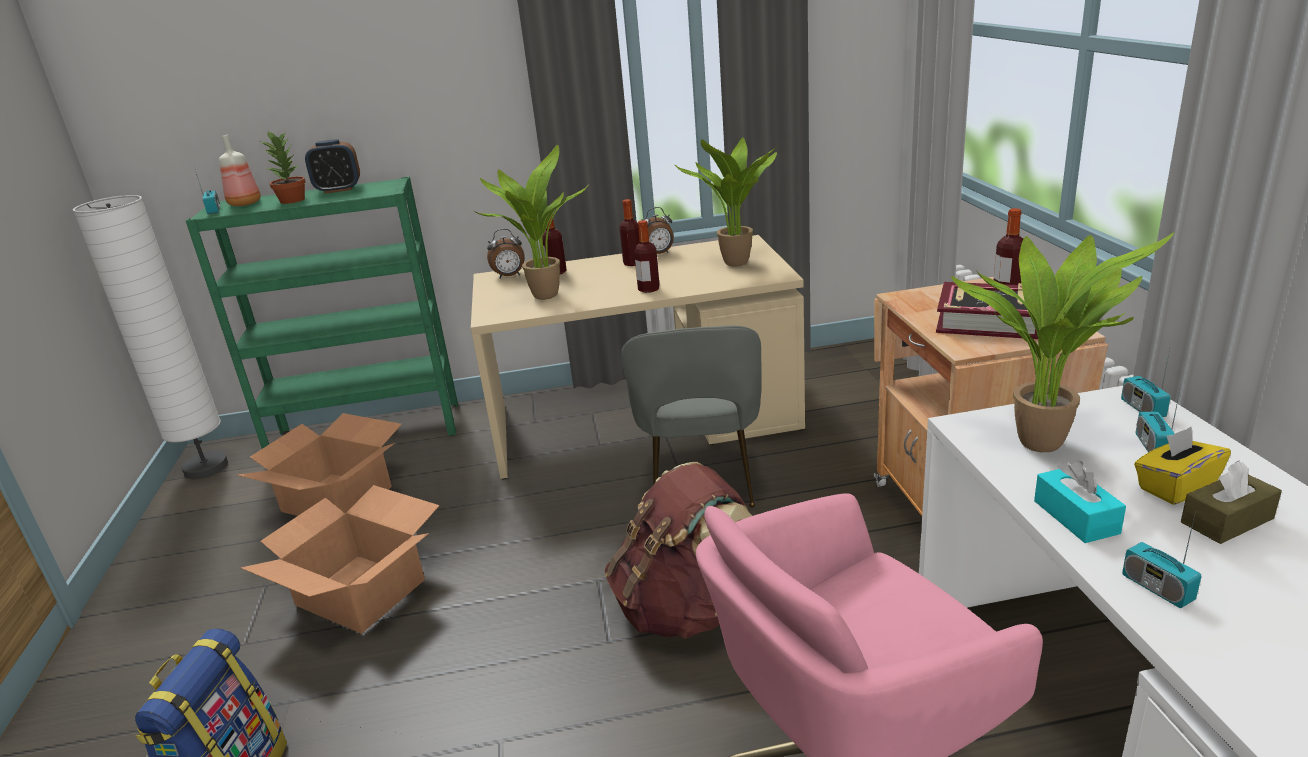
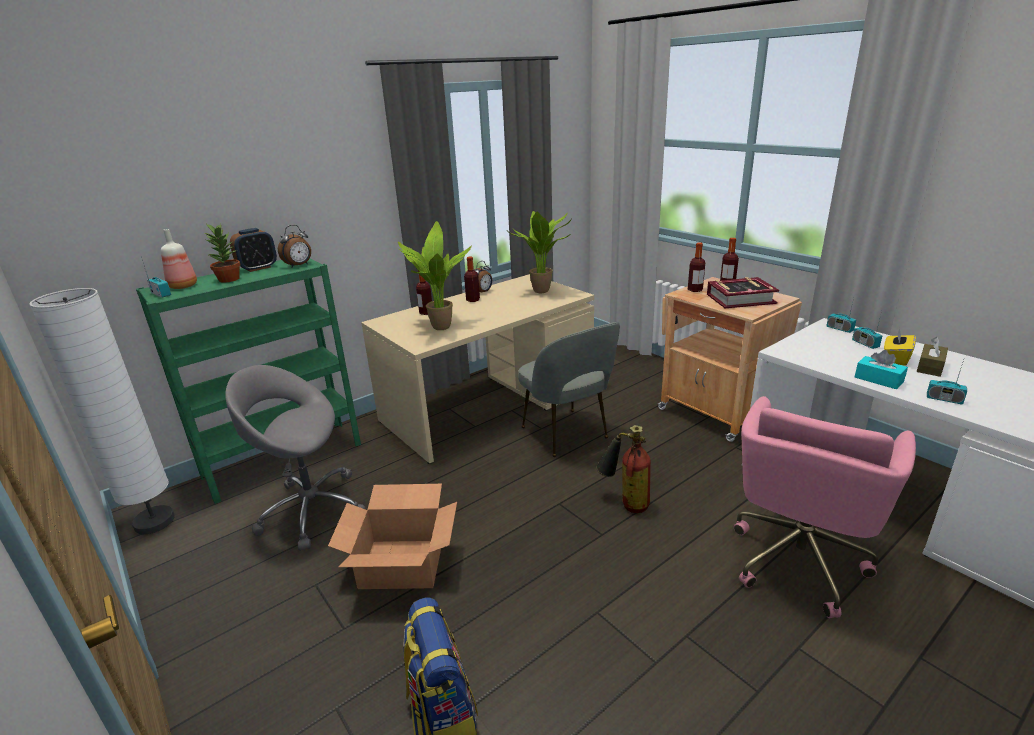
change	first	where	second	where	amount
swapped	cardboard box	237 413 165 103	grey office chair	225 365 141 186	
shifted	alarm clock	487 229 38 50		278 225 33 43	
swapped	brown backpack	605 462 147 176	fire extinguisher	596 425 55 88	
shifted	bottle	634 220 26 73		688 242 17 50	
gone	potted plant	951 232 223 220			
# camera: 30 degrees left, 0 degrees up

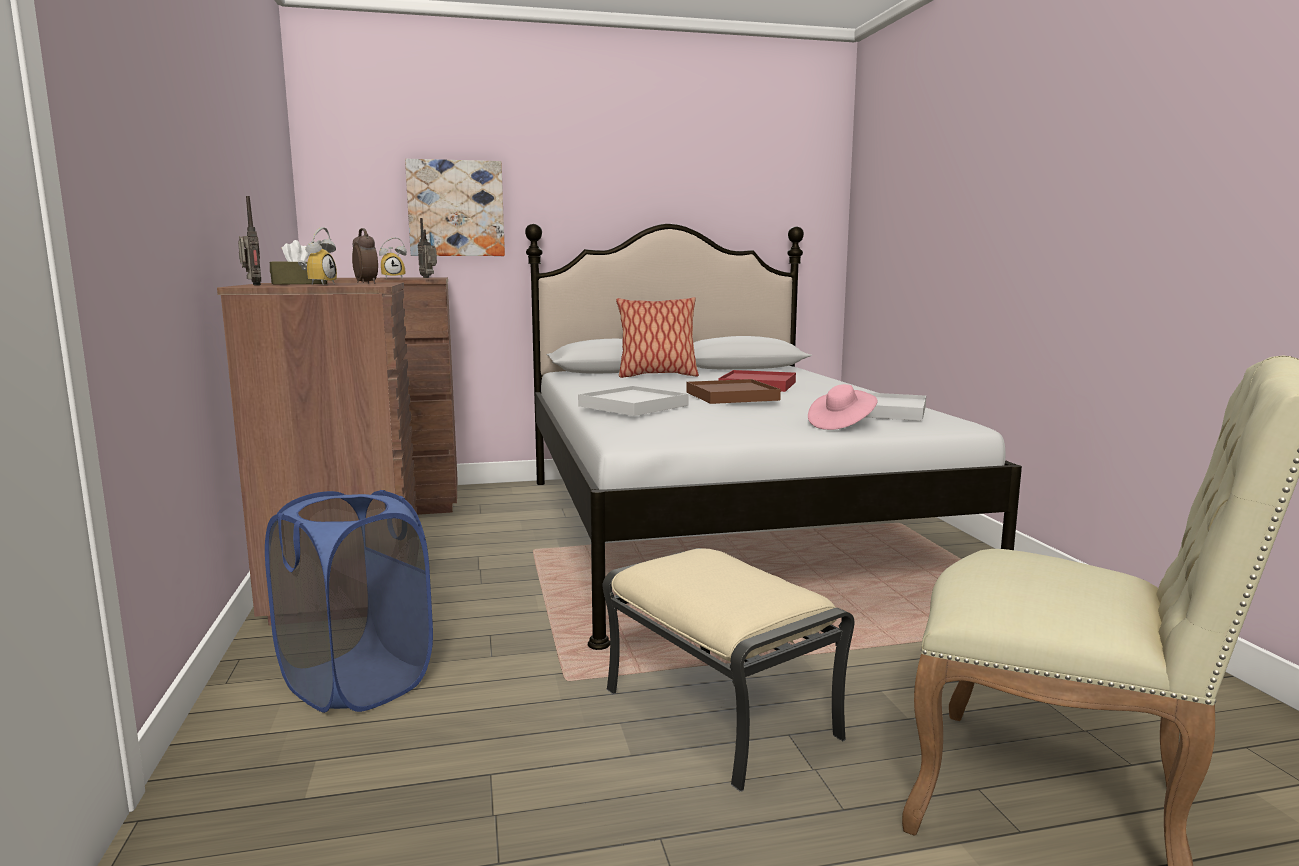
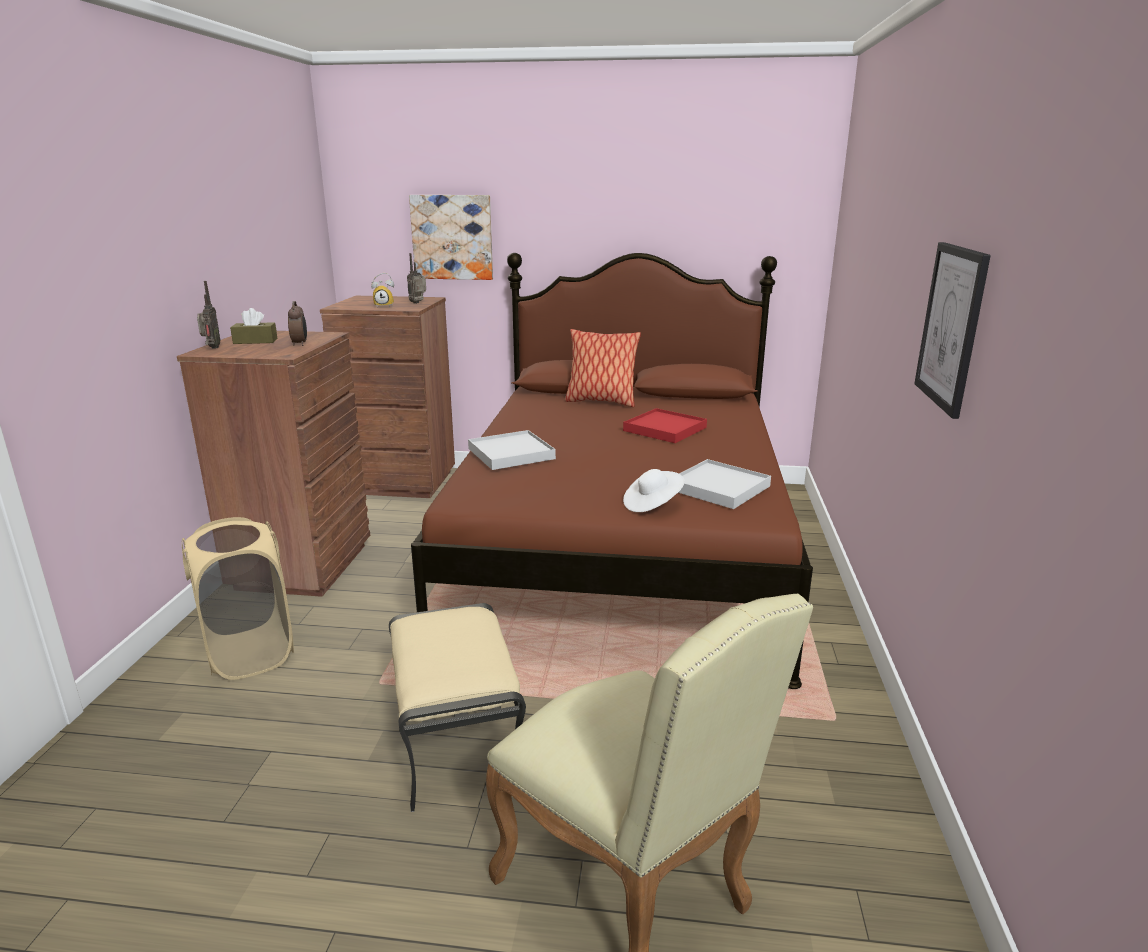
change	first	where	second	where	amount
repainted	blue laundry basket	265 490 168 223	beige laundry basket	182 517 112 163	
gone	alarm clock	298 227 39 58			
repainted	white bed	525 224 497 426	brown bed	411 253 402 436	
gone	brown tray	687 379 94 25			
repainted	pink hat	808 384 70 46	white hat	623 469 62 43	
new			picture	914 242 77 177	
# camera: 20 degrees right, 10 degrees up

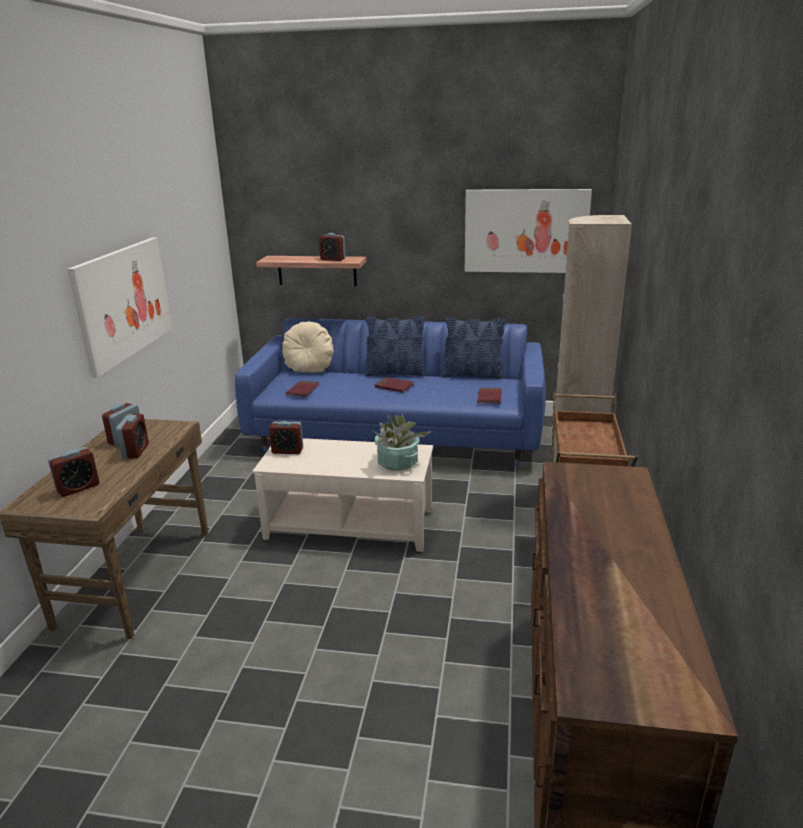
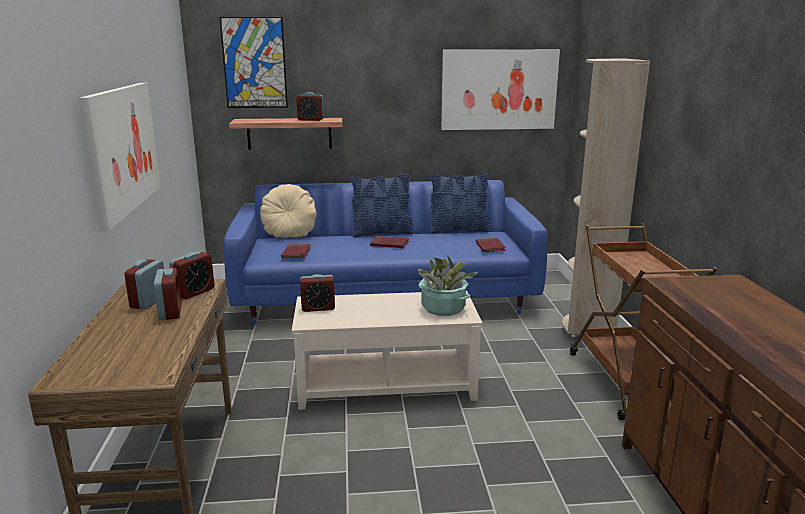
change	first	where	second	where	amount
shifted	alarm clock	48 447 51 50		169 251 46 48	
new			picture	219 17 69 91	
# camera: 15 degrees left, 5 degrees down

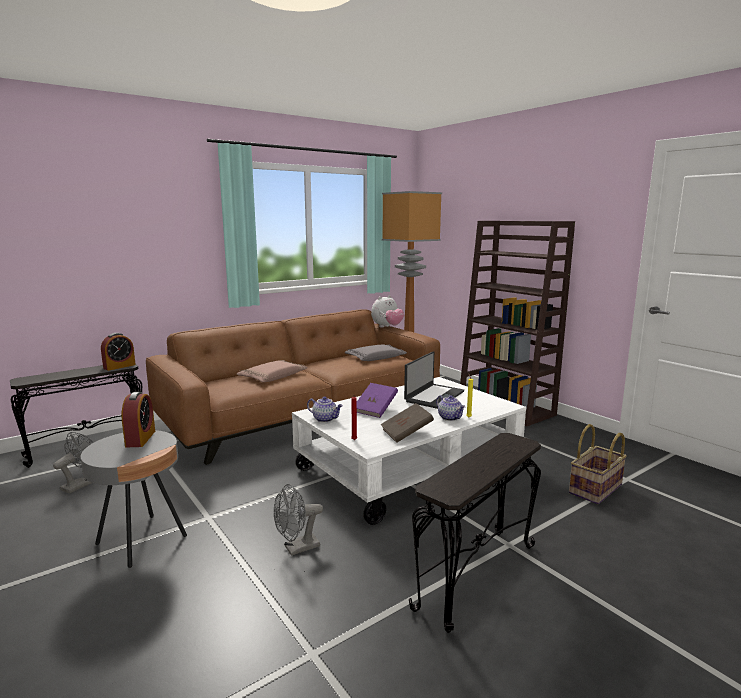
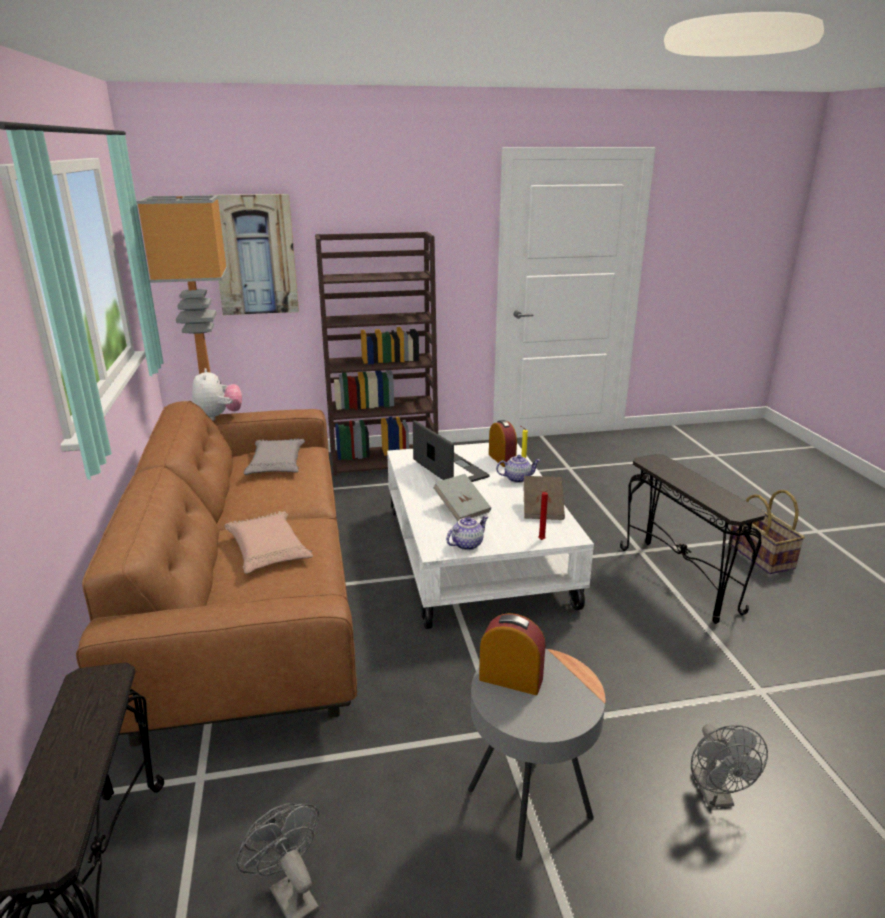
change	first	where	second	where	amount
shifted	alarm clock	101 333 35 38		489 420 28 47	
shifted	grey fan	274 484 49 72		691 724 77 84	
repainted	purple book	357 383 41 35	grey book	433 474 58 47	
shifted	basket	569 424 58 80		728 490 77 84	
new			picture	218 194 81 121	
# camera: 65 degrees left, 10 degrees up

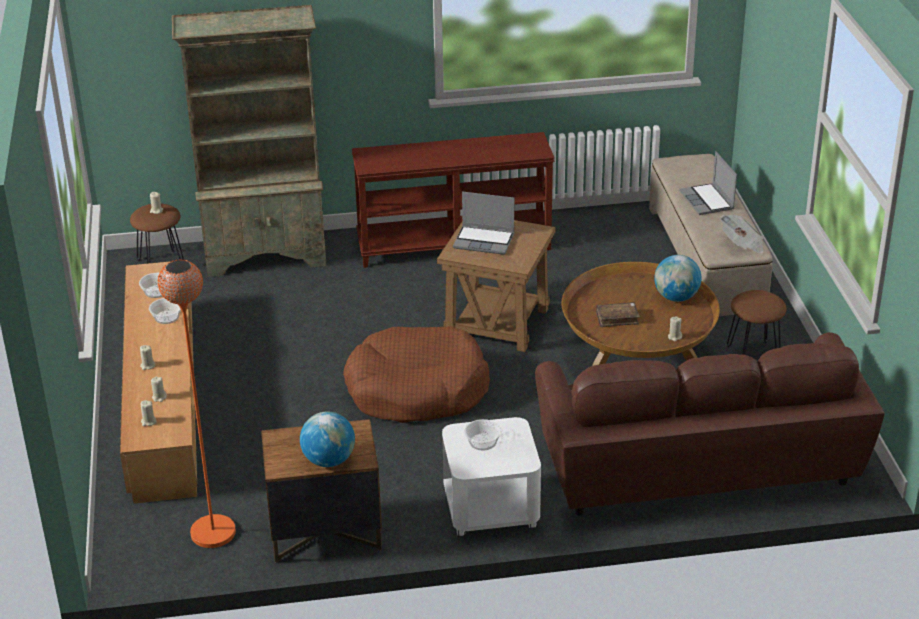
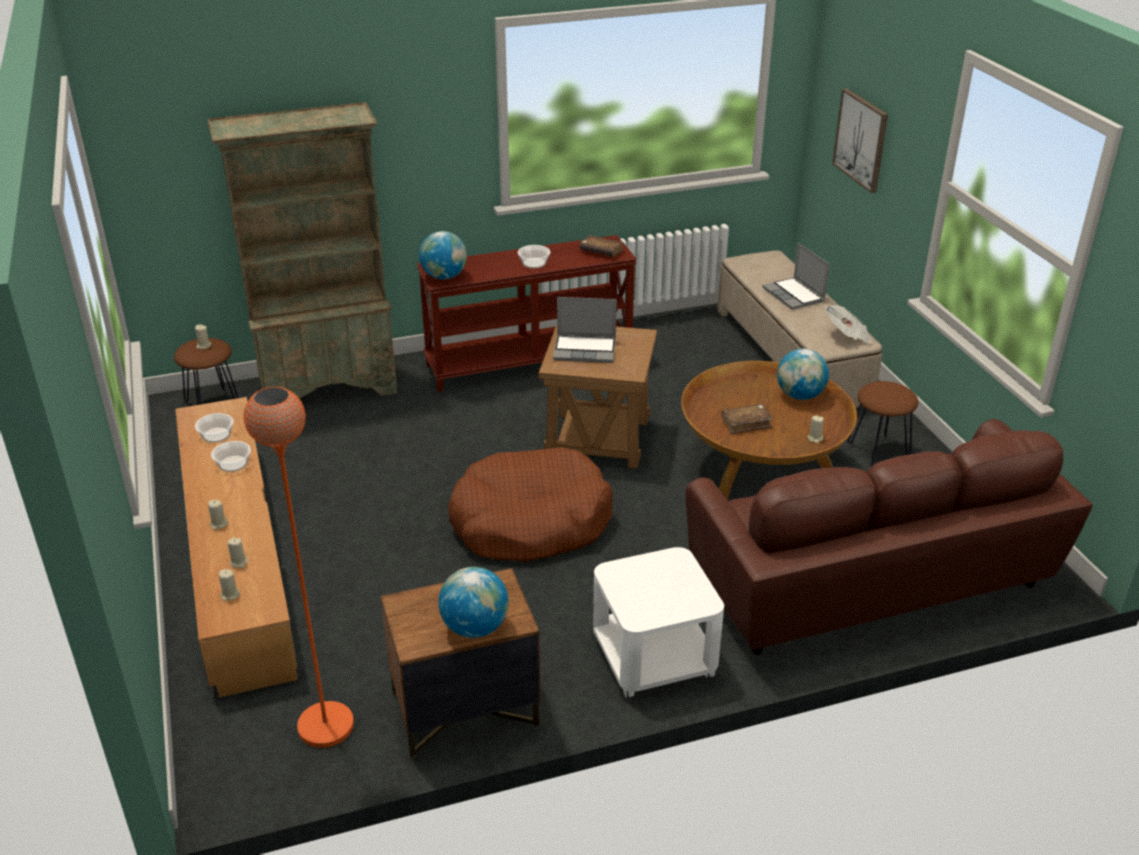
change	first	where	second	where	amount
shifted	bowl	464 419 38 31		518 245 32 24	
new			globe	419 231 48 49	
new			brown book	580 235 44 22	
new			picture	832 88 56 105	
# camera: 10 degrees left, 0 degrees up

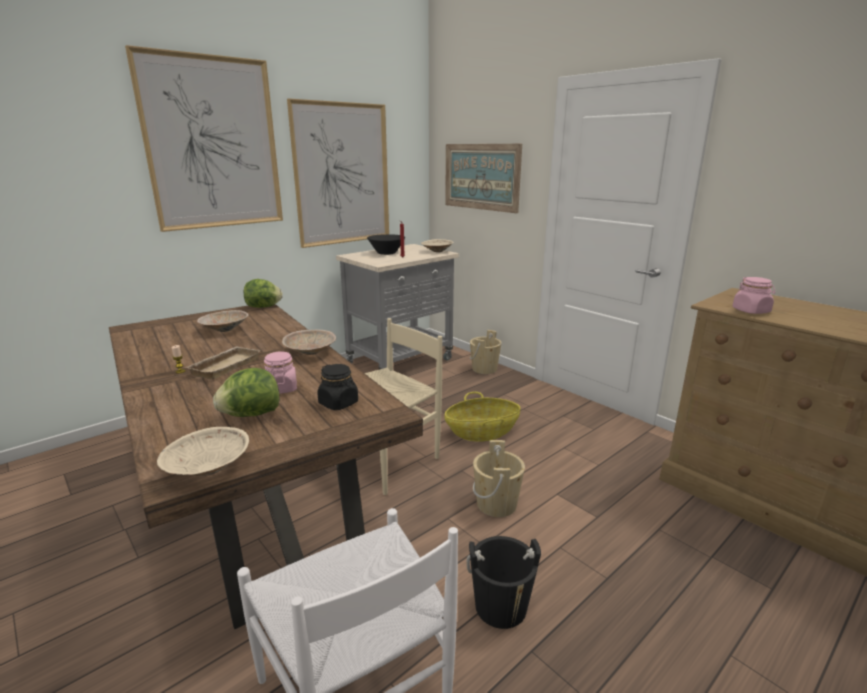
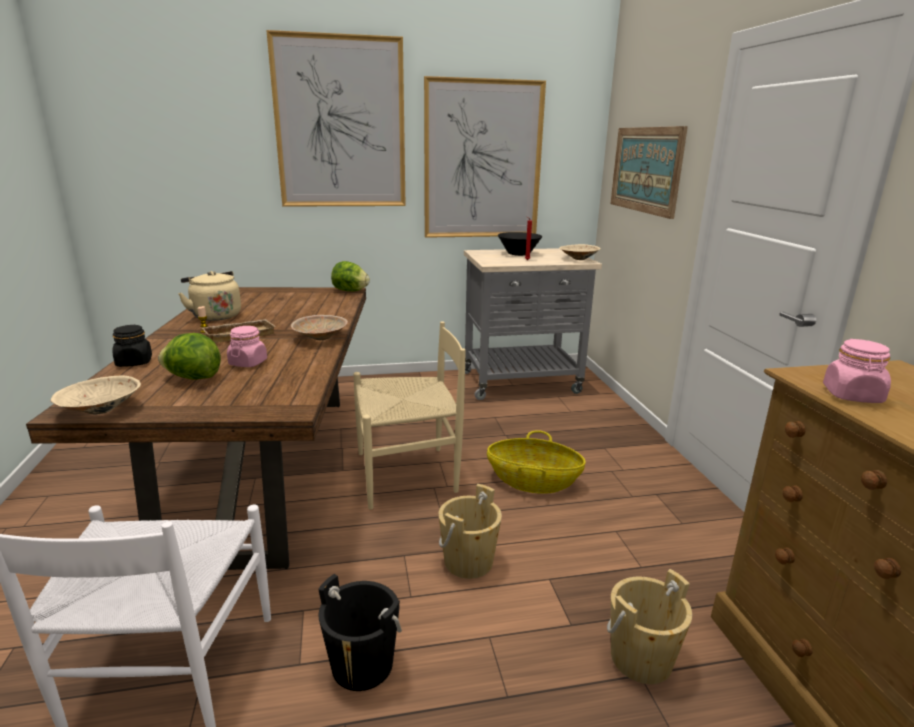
change	first	where	second	where	amount
gone	beige bowl	197 310 52 22			
shifted	black jar	317 364 41 46		113 325 39 42	
shifted	beige bucket	470 330 32 44		607 569 85 115	
new			beige kettle	178 271 63 50	
# camera: 30 degrees right, 0 degrees up

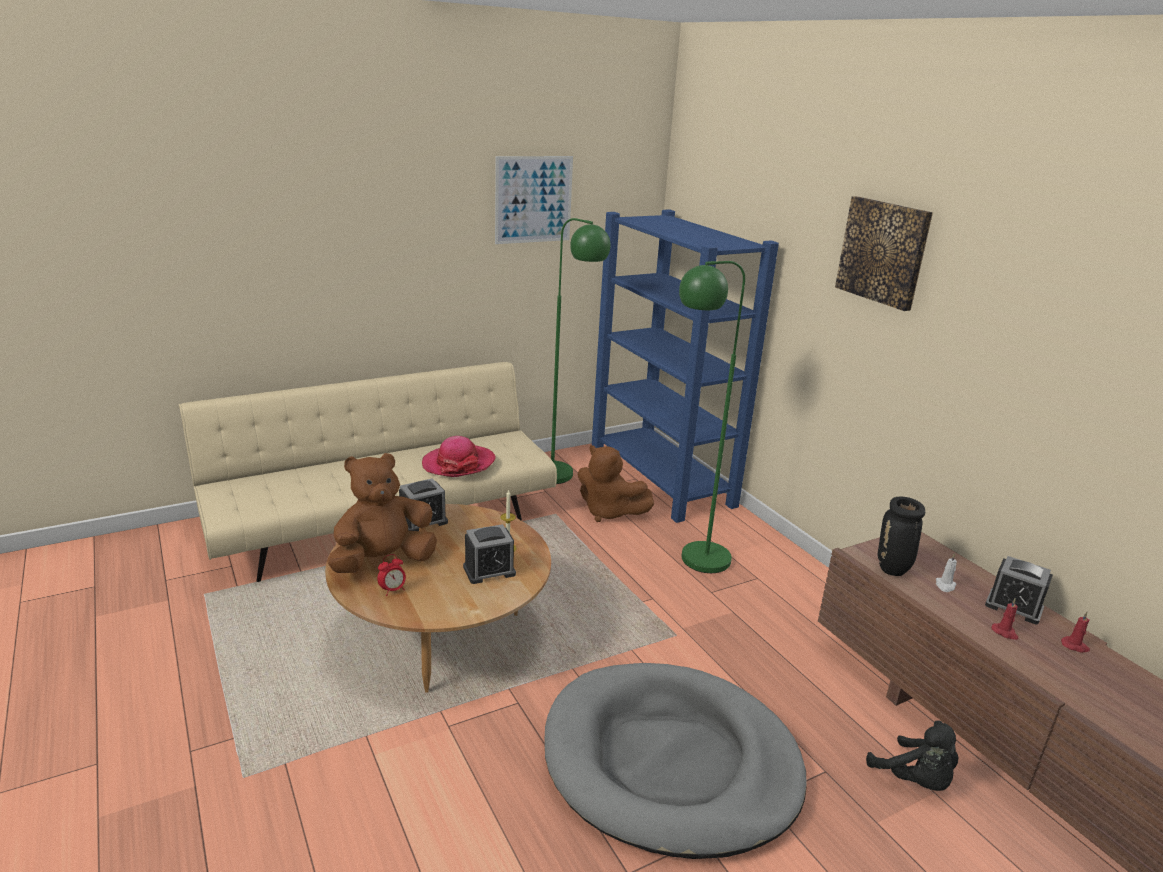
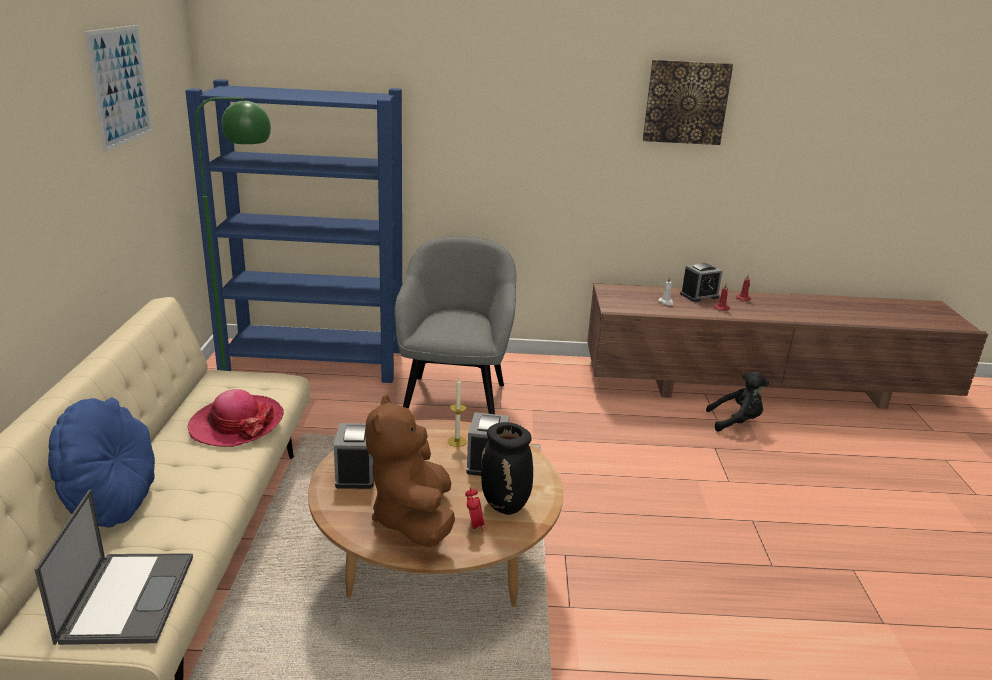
change	first	where	second	where	amount
gone	grey dog bed	545 663 262 196			
gone	brown plush toy	578 445 76 77			
swapped	green floor lamp	679 261 66 312	grey armchair	395 236 121 178	
shifted	picture	835 196 98 115		643 60 90 85	
shifted	black vase	878 497 47 79		481 422 52 93	
new			laptop	35 489 158 156	
new			blue pillow	48 397 107 131	
# camera: 60 degrees left, 0 degrees up

